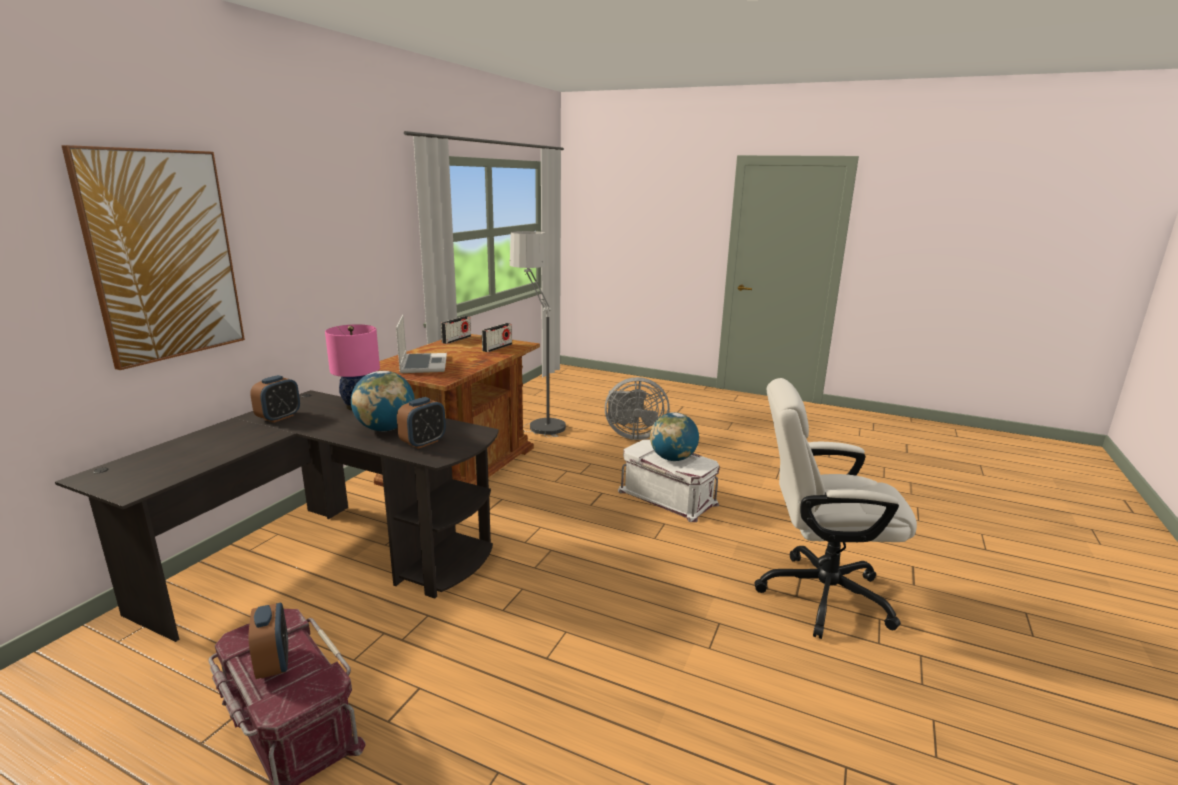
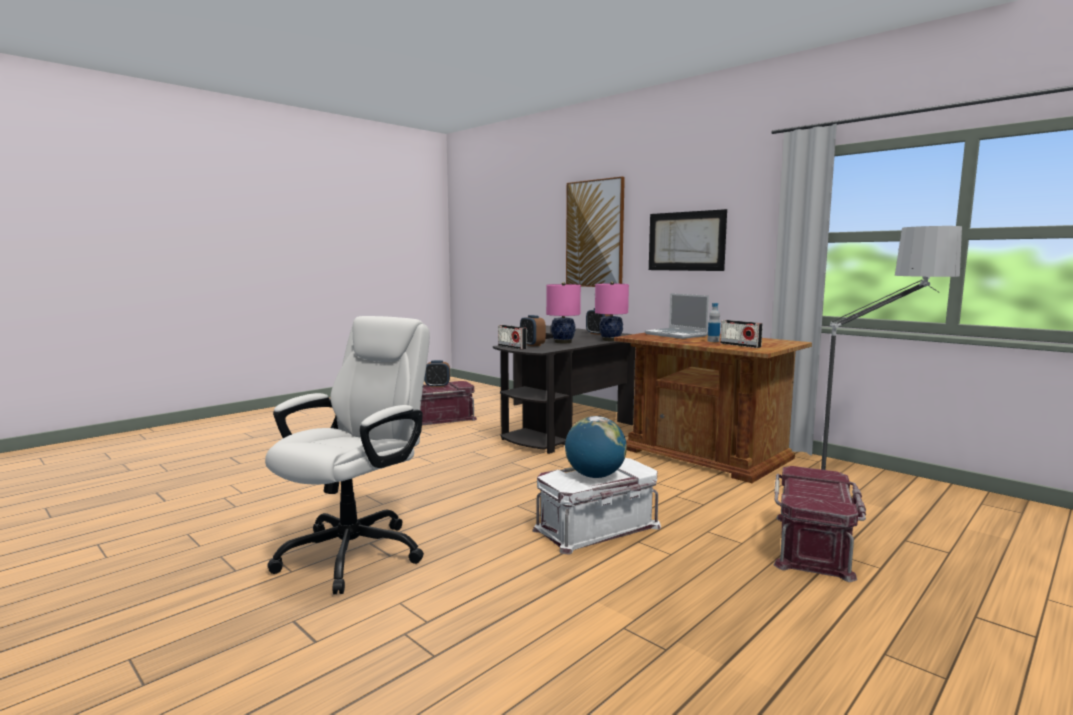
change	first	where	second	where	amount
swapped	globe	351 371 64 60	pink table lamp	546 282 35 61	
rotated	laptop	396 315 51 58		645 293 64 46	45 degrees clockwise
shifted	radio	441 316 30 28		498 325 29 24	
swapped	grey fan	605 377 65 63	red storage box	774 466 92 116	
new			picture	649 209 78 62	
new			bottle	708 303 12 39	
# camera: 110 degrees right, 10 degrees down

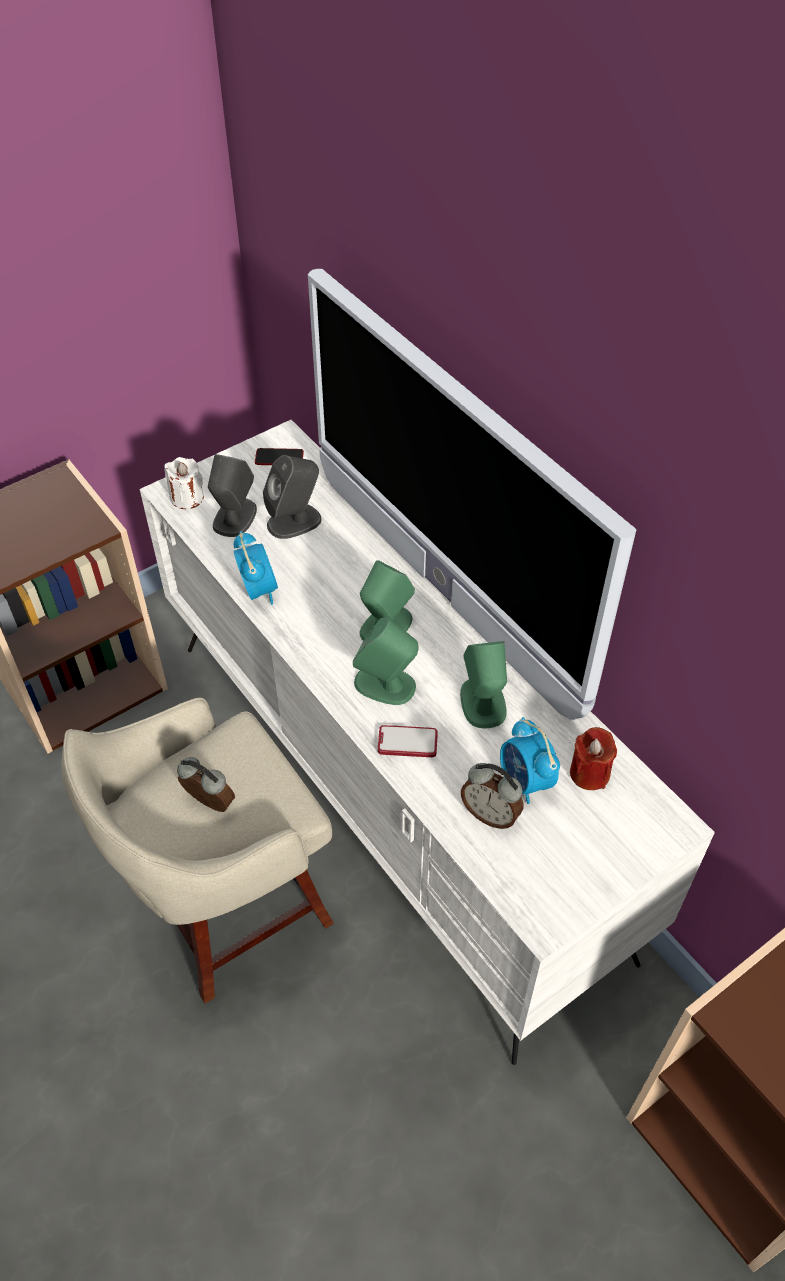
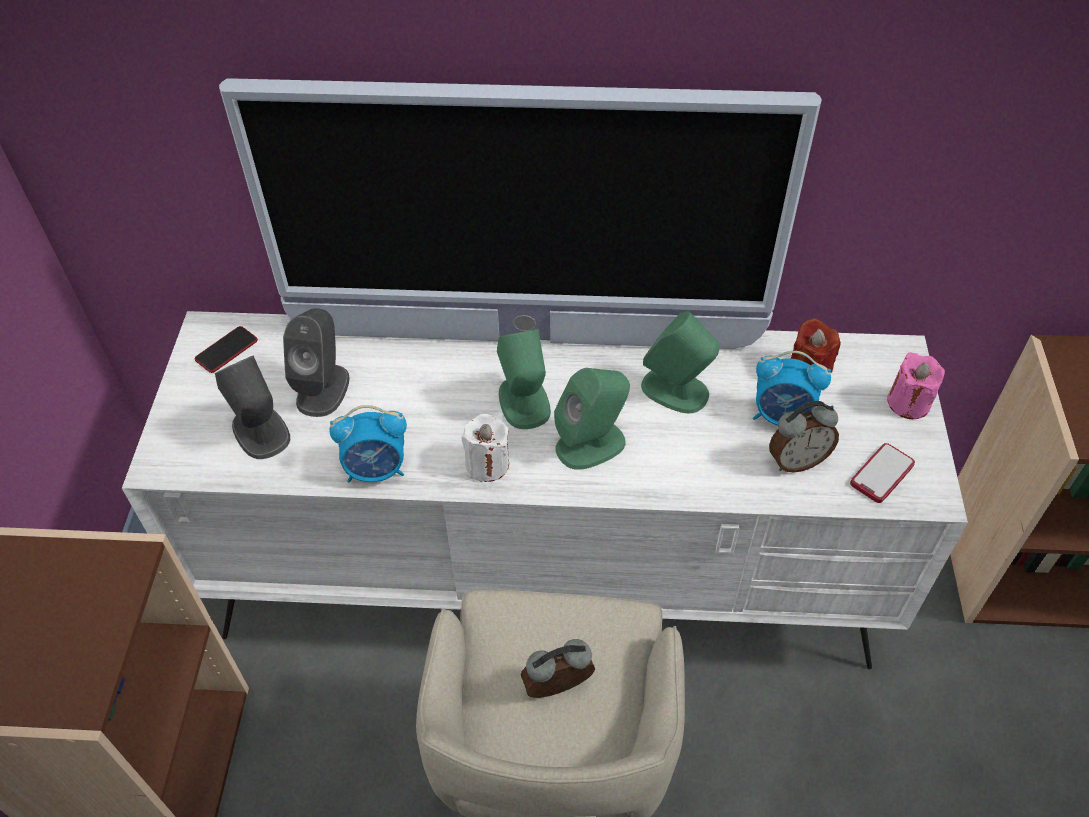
change	first	where	second	where	amount
shifted	white candle	164 457 40 52		461 414 48 68	
rotated	alarm clock	234 531 44 74		329 405 78 78	150 degrees clockwise
shifted	phone	378 725 60 32		850 443 65 60	
new			pink candle	887 352 58 67	
# camera: 50 degrees left, 0 degrees up

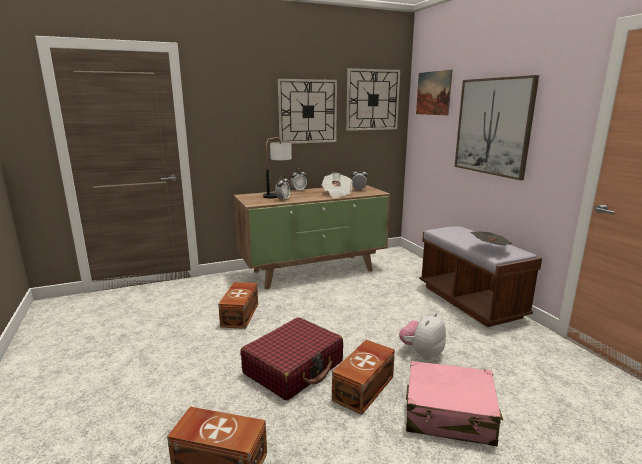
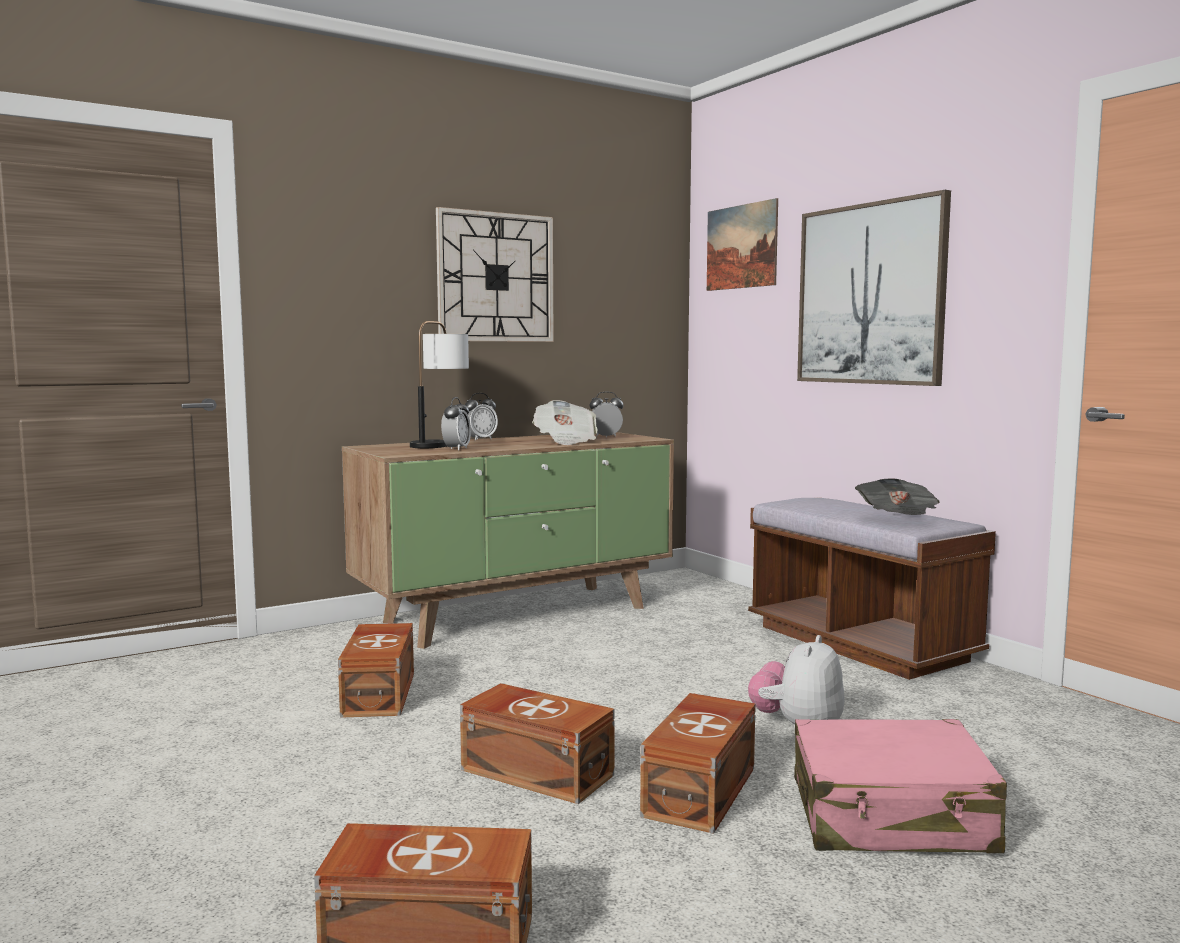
change	first	where	second	where	amount
swapped	red suitcase	241 317 102 84	brown storage box	460 683 155 121	
gone	wall clock	346 68 54 63			
# camera: 10 degrees left, 10 degrees down

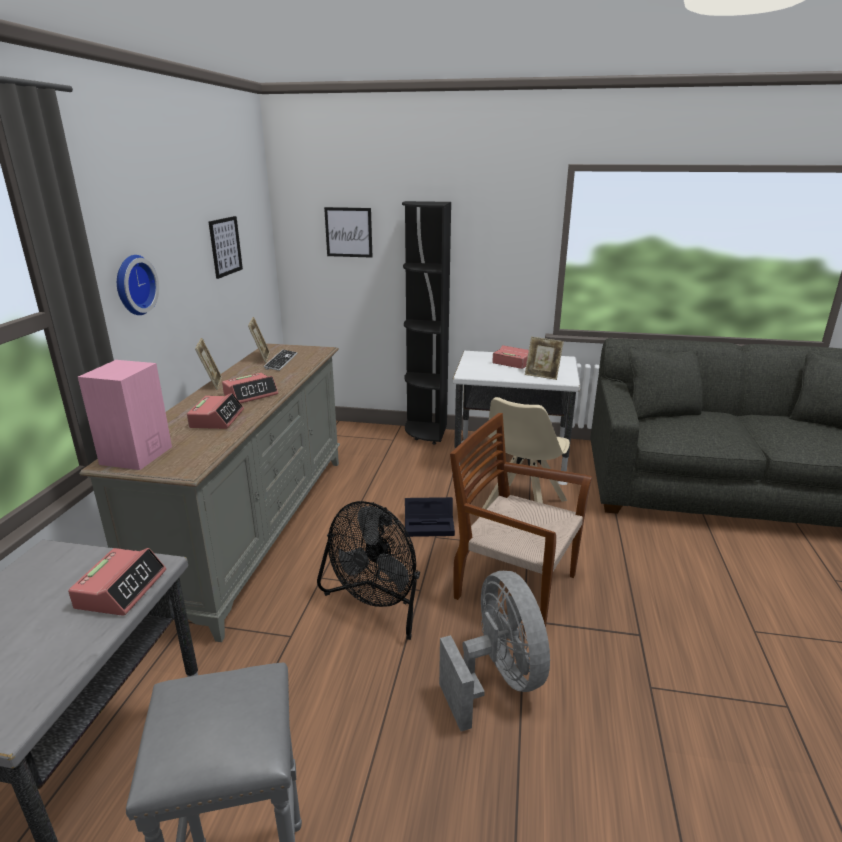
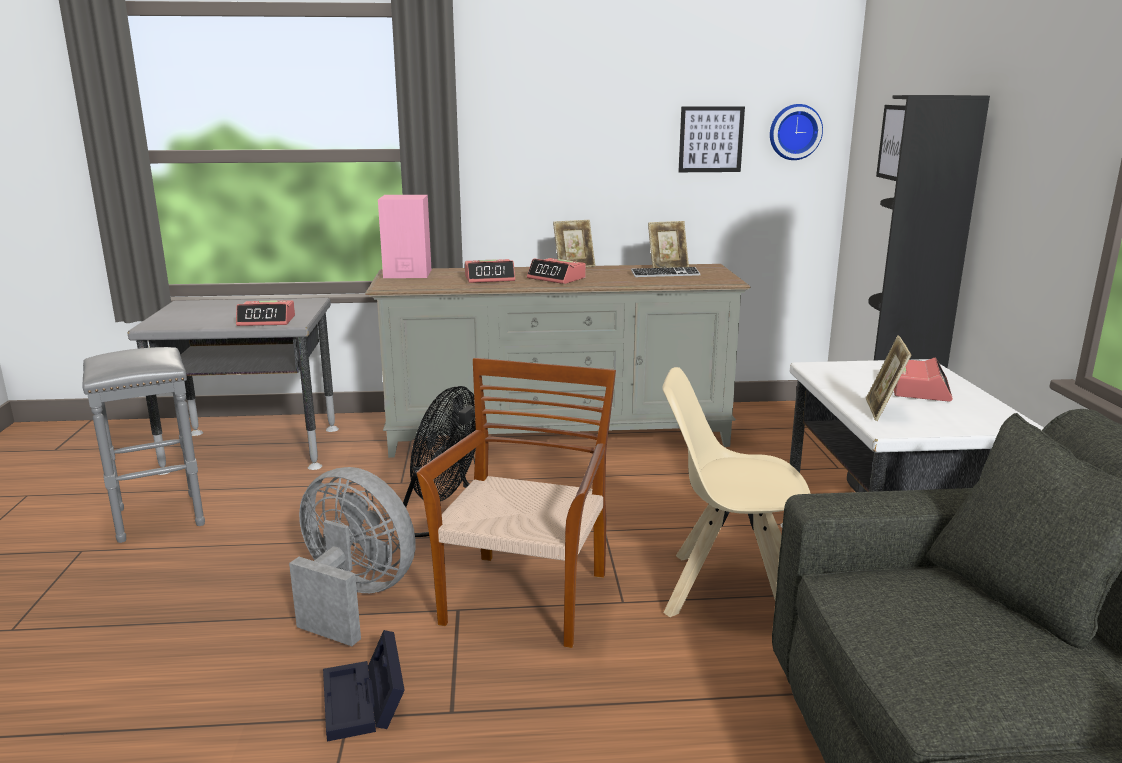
change	first	where	second	where	amount
shifted	wall clock	117 255 42 60		770 104 53 56	
shifted	black storage box	405 497 50 40		323 630 82 112	
rotated	grey fan	439 571 111 160		289 467 127 179	120 degrees counterclockwise
# camera: 75 degrees right, 5 degrees down

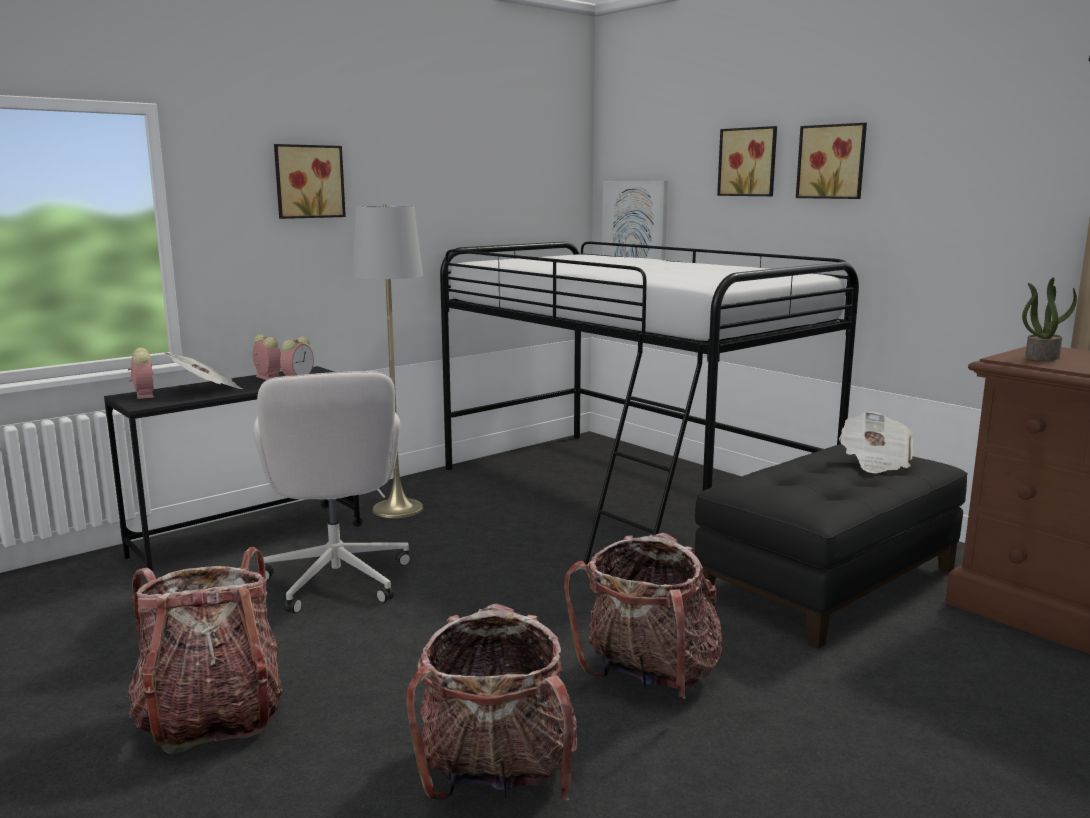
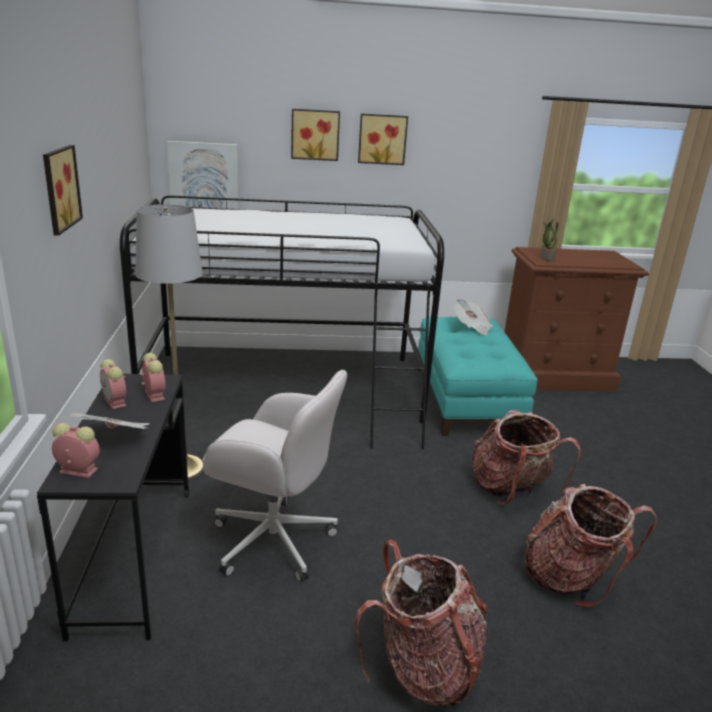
change	first	where	second	where	amount
rotated	alarm clock	253 334 28 46		100 359 27 50	120 degrees counterclockwise
repainted	black ottoman	695 444 273 205	turquoise ottoman	418 317 120 119	
# camera: 55 degrees left, 10 degrees up

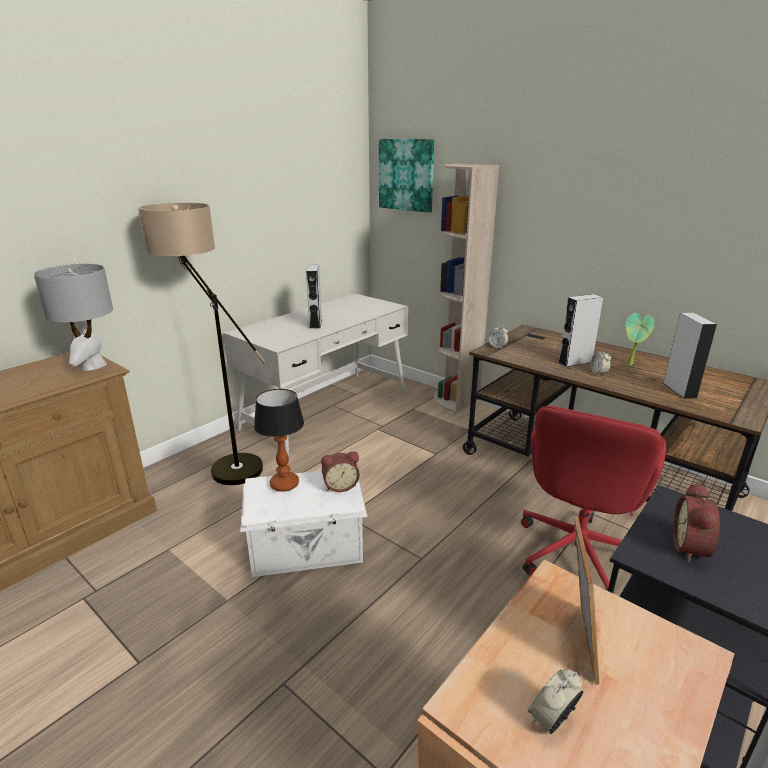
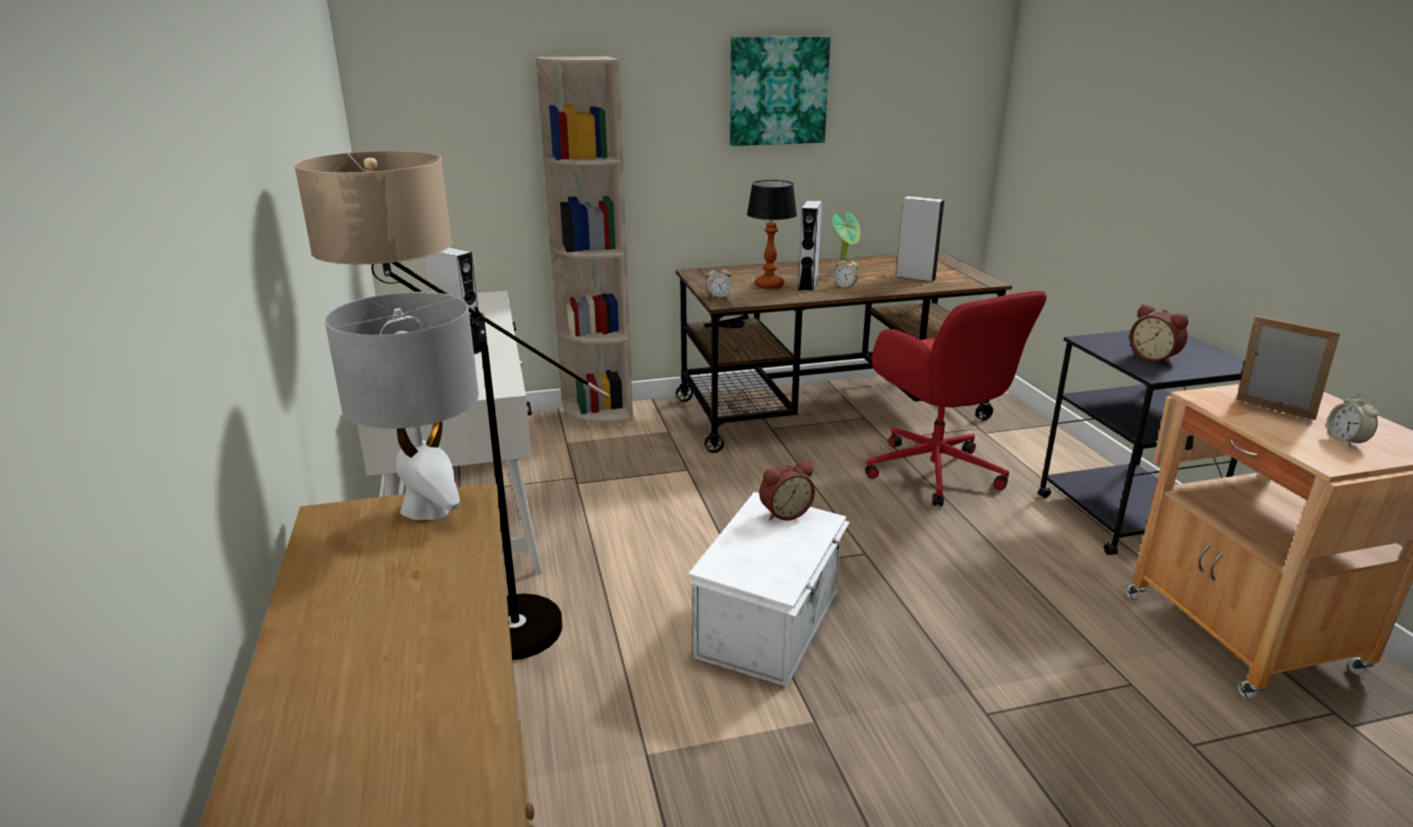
change	first	where	second	where	amount
shifted	table lamp	254 389 50 103		747 180 50 109	
rotated	alarm clock	321 451 39 41		759 461 56 60	45 degrees clockwise
shifted	picture	379 139 55 74		730 36 100 110	
# camera: 55 degrees left, 0 degrees up

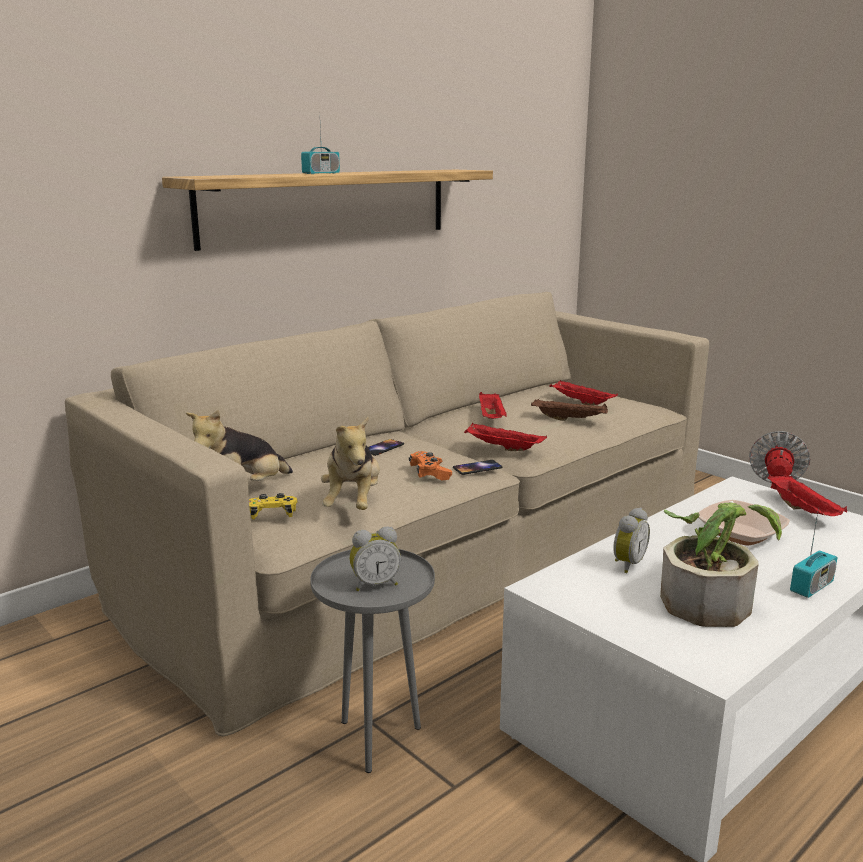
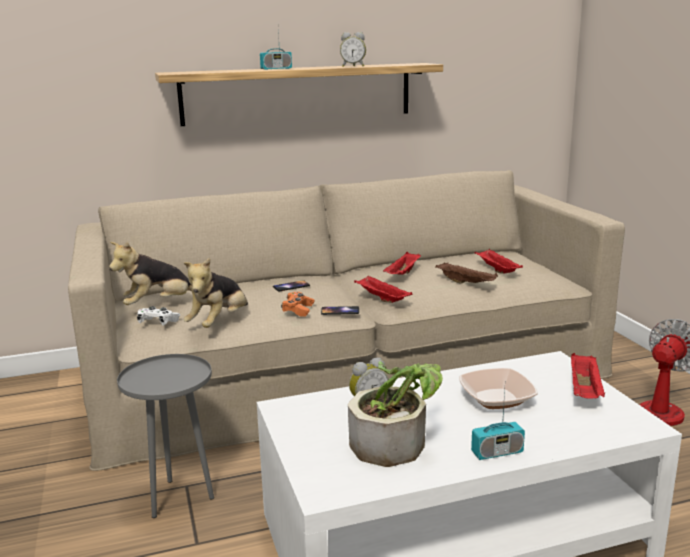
change	first	where	second	where	amount
repainted	yellow game controller	249 493 48 26	white game controller	137 306 43 19	
shifted	alarm clock	350 527 51 64		340 32 26 35	
# camera: 25 degrees right, 0 degrees up

